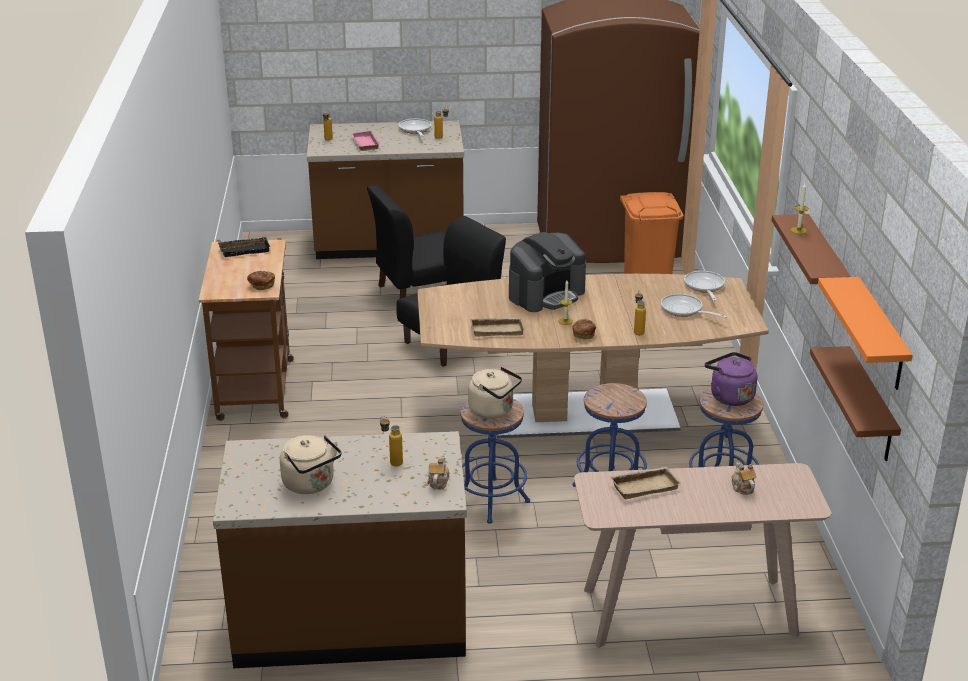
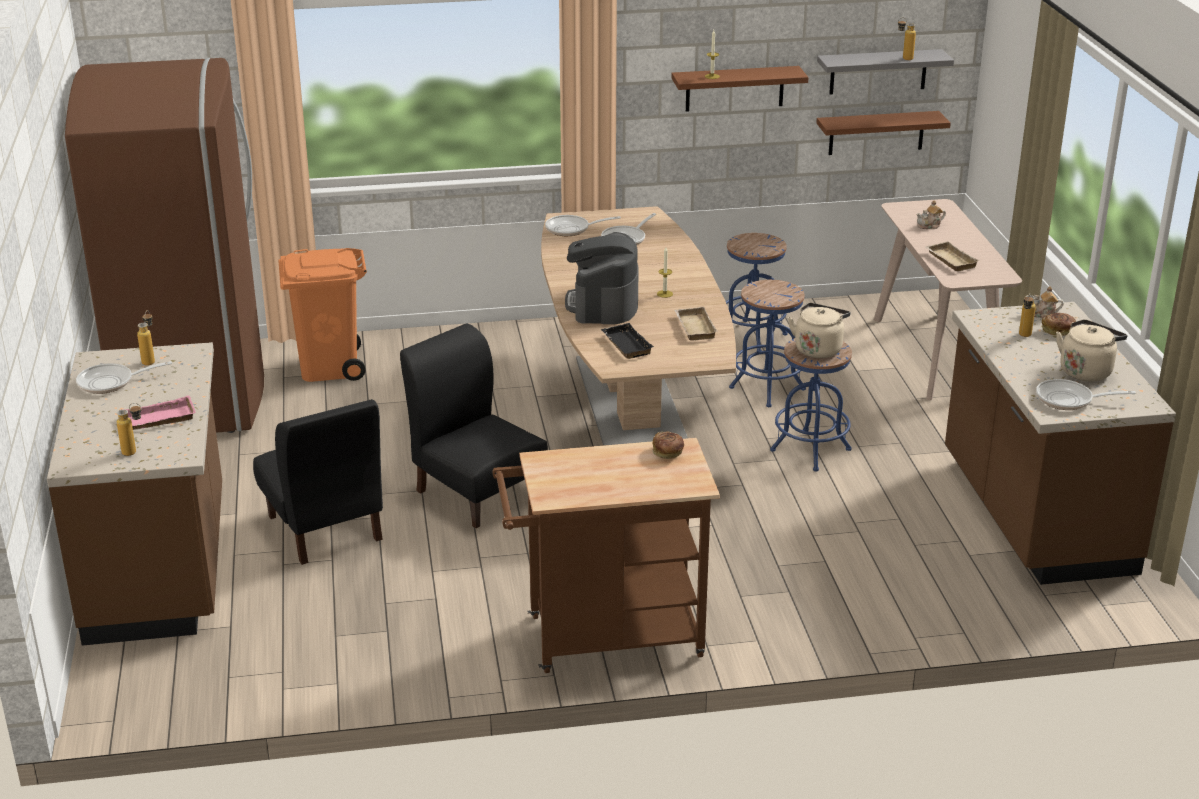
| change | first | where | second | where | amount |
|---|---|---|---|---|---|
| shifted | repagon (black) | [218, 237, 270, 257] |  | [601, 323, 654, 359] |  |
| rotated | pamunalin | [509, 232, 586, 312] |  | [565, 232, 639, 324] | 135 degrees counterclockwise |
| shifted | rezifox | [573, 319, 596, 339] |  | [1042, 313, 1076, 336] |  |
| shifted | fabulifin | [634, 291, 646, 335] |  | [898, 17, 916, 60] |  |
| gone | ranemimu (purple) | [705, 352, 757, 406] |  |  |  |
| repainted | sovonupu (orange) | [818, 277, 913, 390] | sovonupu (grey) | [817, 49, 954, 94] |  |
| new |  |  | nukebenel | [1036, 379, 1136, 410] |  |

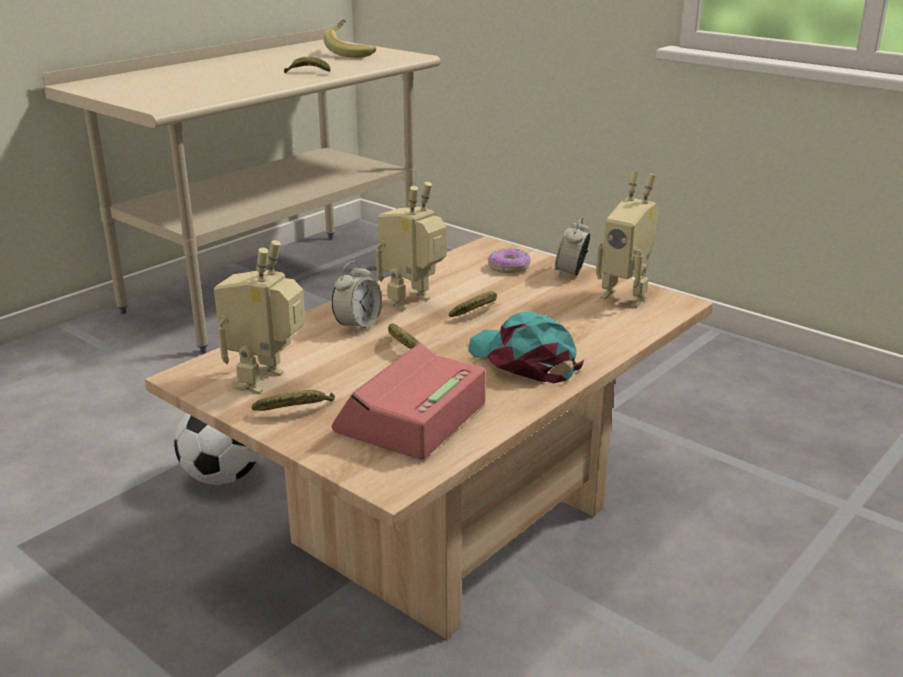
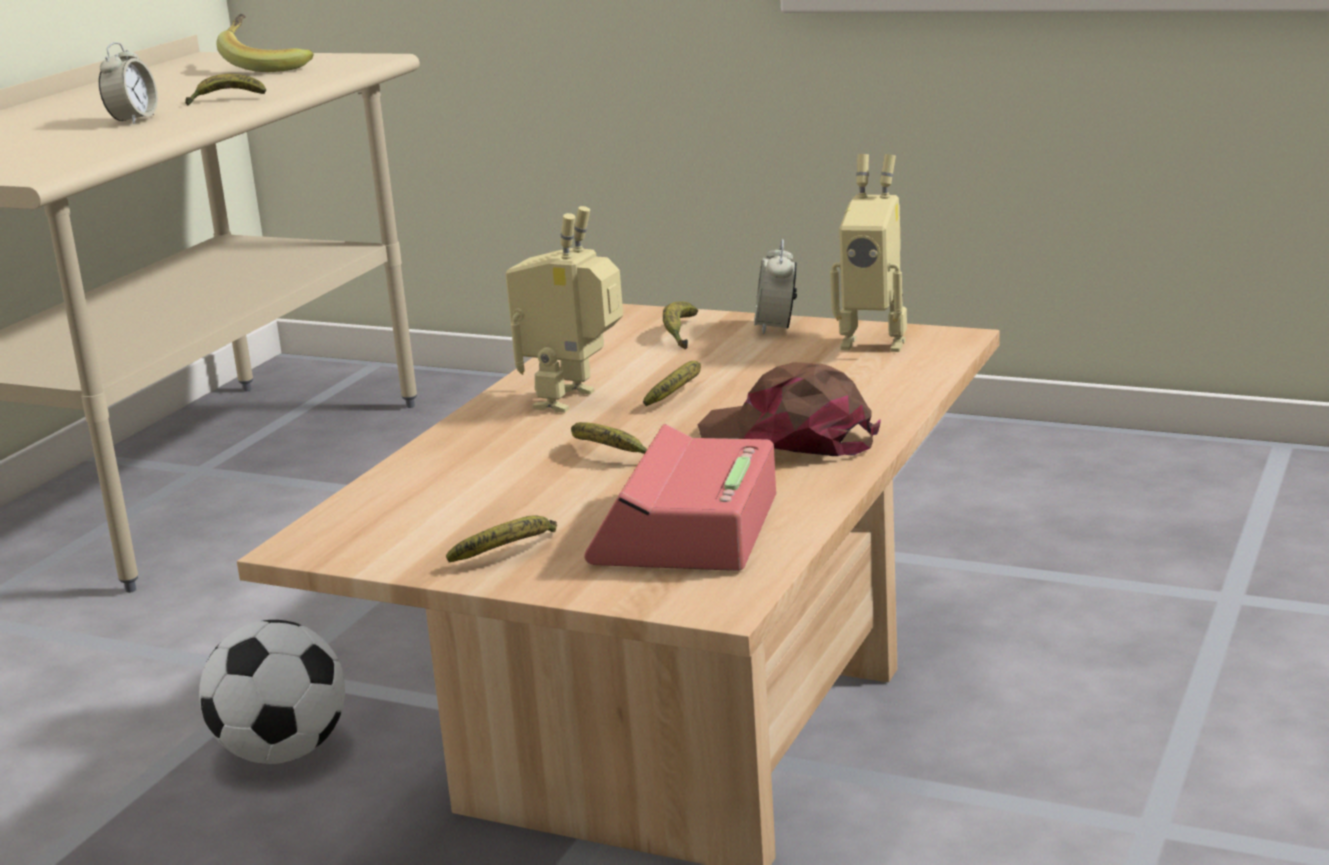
| change | first | where | second | where | amount |
|---|---|---|---|---|---|
| gone | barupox | [214, 240, 306, 394] |  |  |  |
| shifted | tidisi | [332, 261, 382, 334] |  | [99, 42, 158, 124] |  |
| repainted | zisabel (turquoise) | [468, 312, 584, 383] | zisabel (brown) | [698, 362, 880, 456] |  |
| swapped | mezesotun | [488, 249, 531, 273] | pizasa | [663, 301, 698, 350] |  |

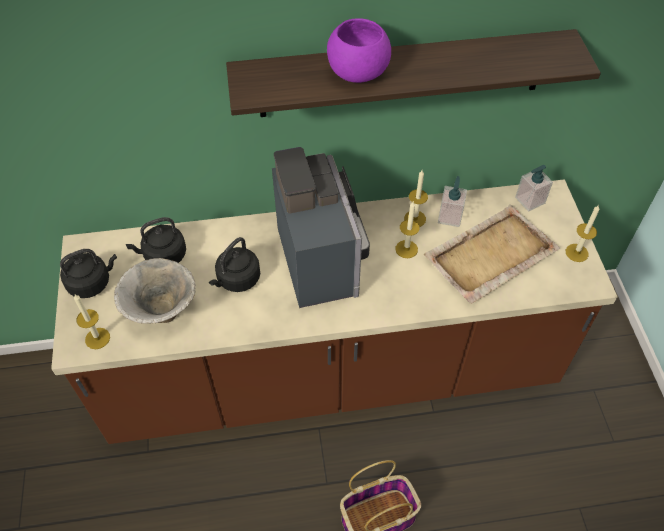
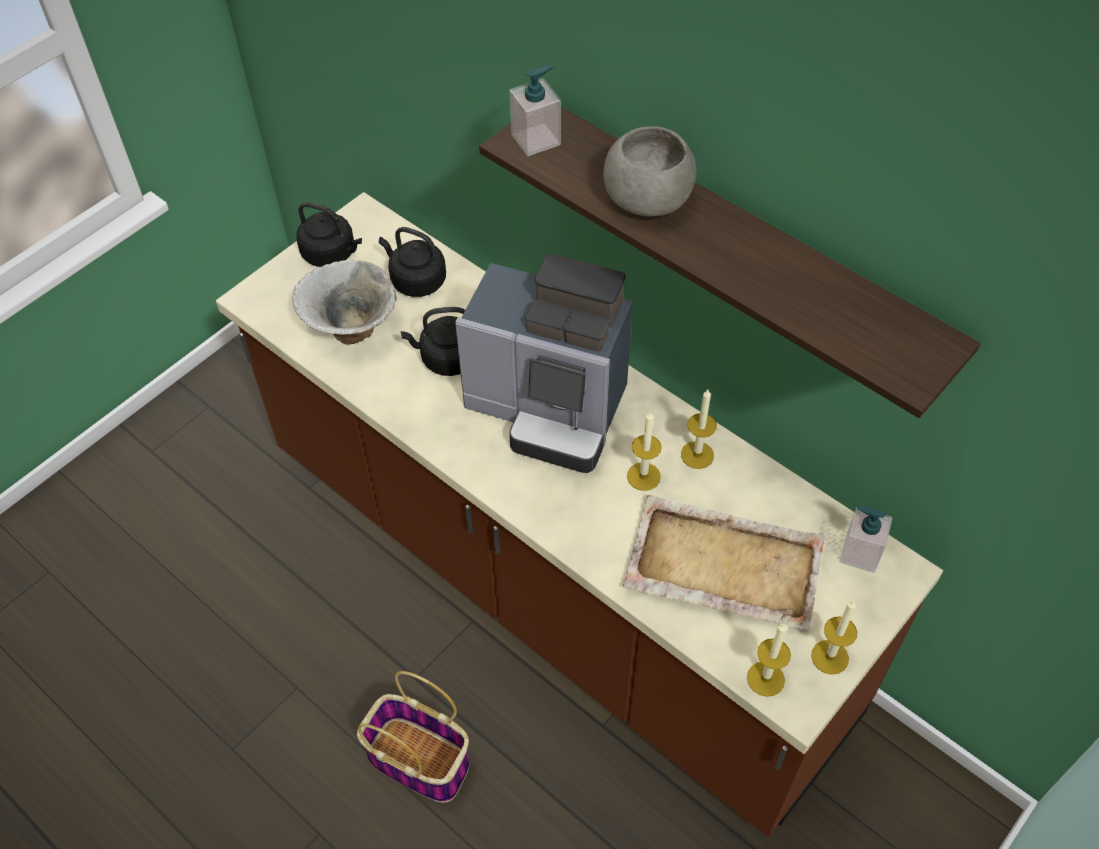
| change | first | where | second | where | amount |
|---|---|---|---|---|---|
| shifted | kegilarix | [74, 294, 110, 349] |  | [747, 623, 791, 697] |  |
| rotated | pamunalin | [272, 147, 370, 308] |  | [455, 254, 633, 473] | 75 degrees clockwise |
| repainted | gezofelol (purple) | [327, 18, 391, 83] | gezofelol (grey) | [604, 126, 697, 217] |  |
| shifted | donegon | [438, 176, 467, 227] |  | [509, 65, 561, 156] |  |

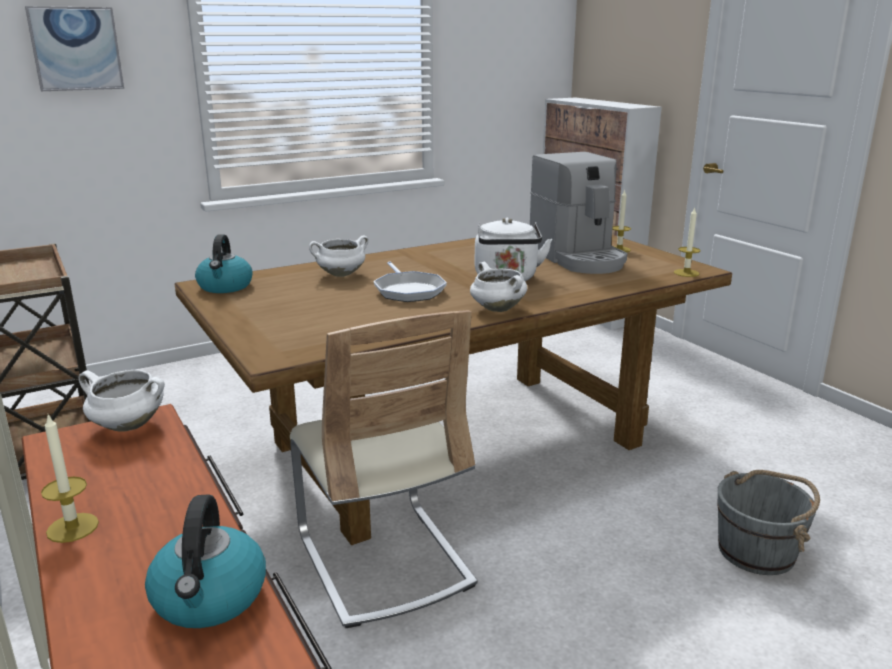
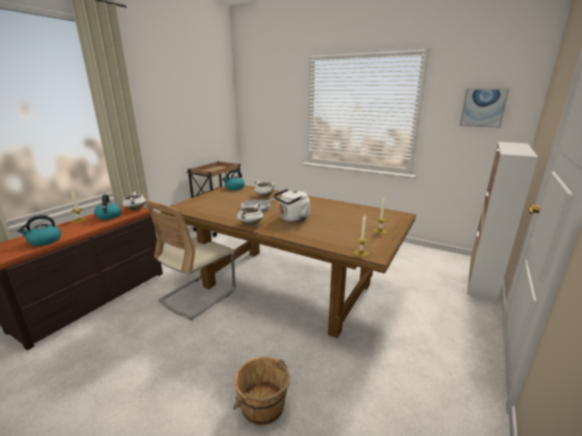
| change | first | where | second | where | amount |
|---|---|---|---|---|---|
| shifted | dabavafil | [25, 6, 124, 91] |  | [460, 88, 509, 128] |  |
| gone | pamunalin | [530, 152, 627, 274] |  |  |  |
| repainted | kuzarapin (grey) | [717, 470, 820, 575] | kuzarapin (brown) | [233, 357, 290, 425] |  |
| new |  |  | ranemimu | [94, 194, 121, 220] |  |

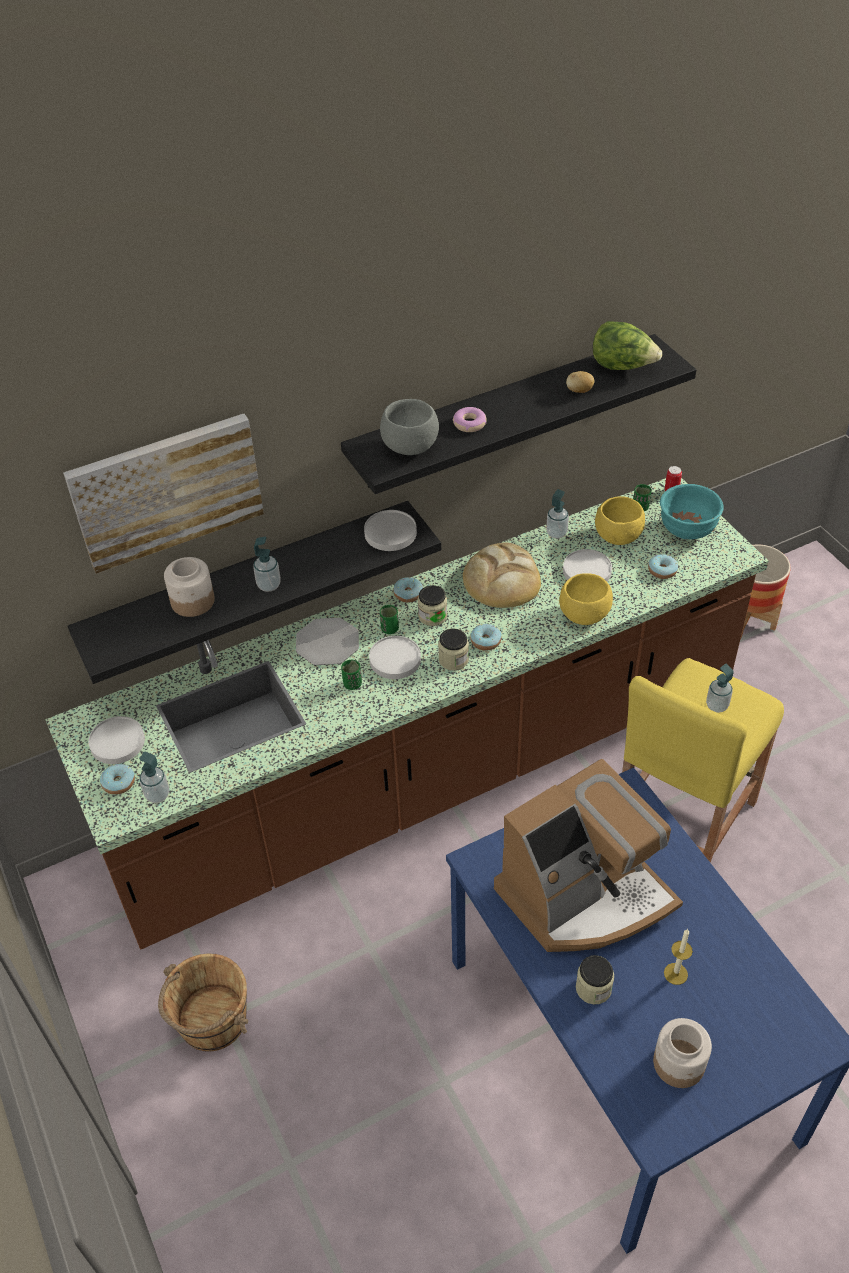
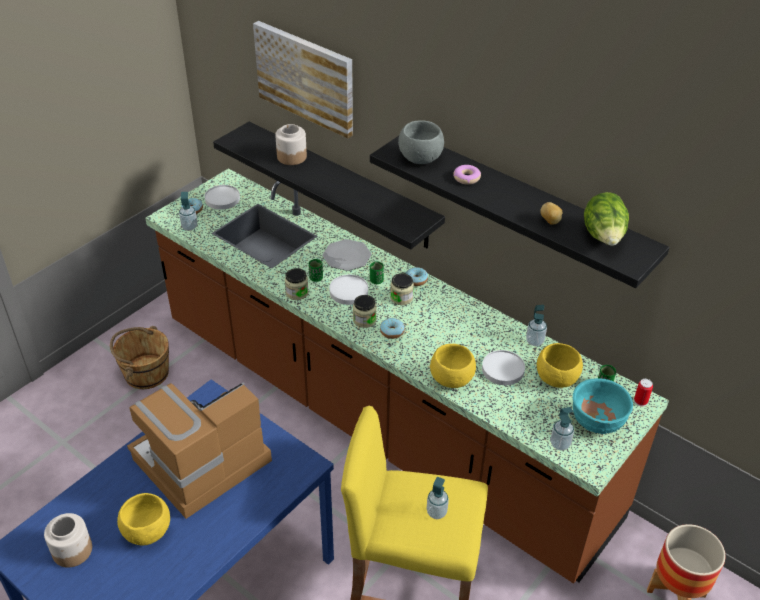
| change | first | where | second | where | amount |
|---|---|---|---|---|---|
| shifted | donegon | [253, 537, 281, 592] |  | [550, 407, 574, 451] |  |
| gone | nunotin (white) | [364, 510, 417, 551] |  |  |  |
| gone | rezifox | [463, 542, 541, 608] |  |  |  |
| rotated | pamunalin | [494, 759, 683, 952] |  | [127, 382, 272, 519] | 105 degrees clockwise |
| shifted | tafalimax | [576, 955, 614, 1005] |  | [285, 268, 309, 300] |  |
| gone | mezesotun | [648, 554, 678, 579] |  |  |  |
| swapped | kegilarix | [664, 929, 693, 985] | gezofelol (yellow) | [117, 493, 170, 545] |  |

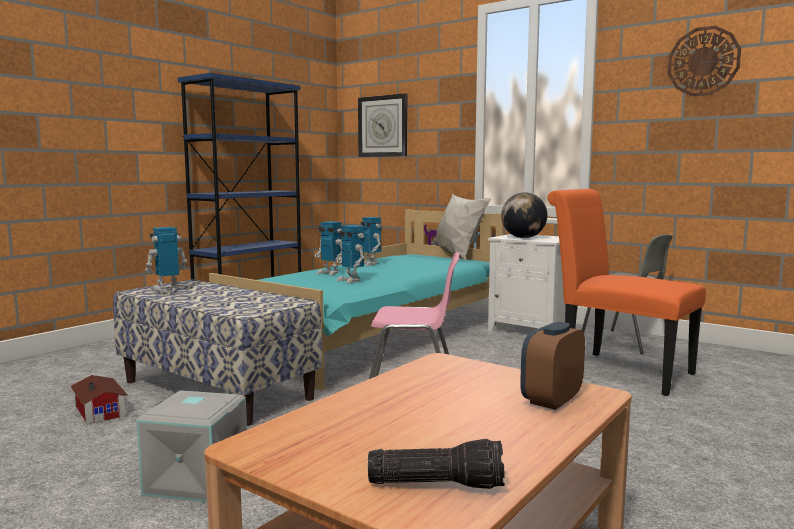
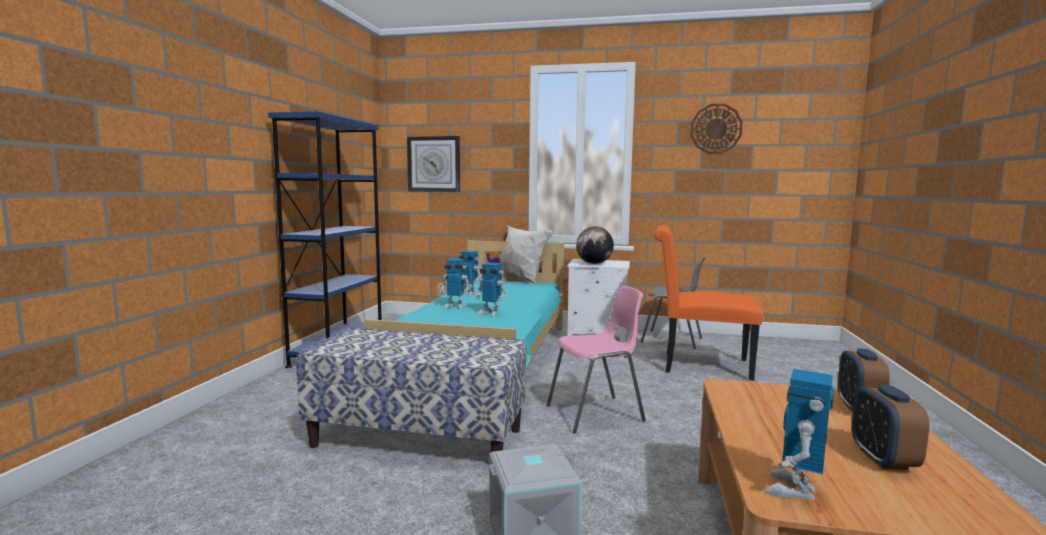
| change | first | where | second | where | amount |
|---|---|---|---|---|---|
| gone | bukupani | [71, 375, 128, 424] |  |  |  |
| shifted | barupox | [145, 227, 187, 293] |  | [764, 369, 834, 500] |  |
| gone | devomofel | [368, 439, 505, 489] |  |  |  |
| new |  |  | tidisi | [852, 385, 929, 470] |  |

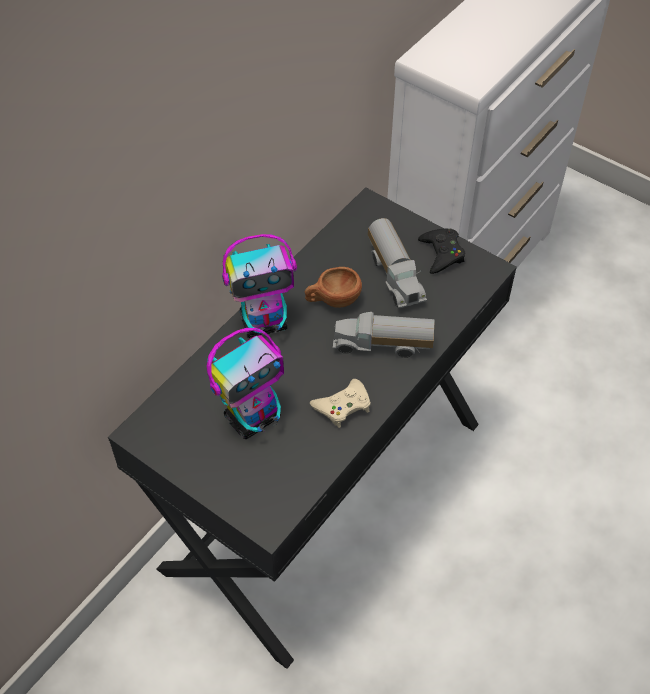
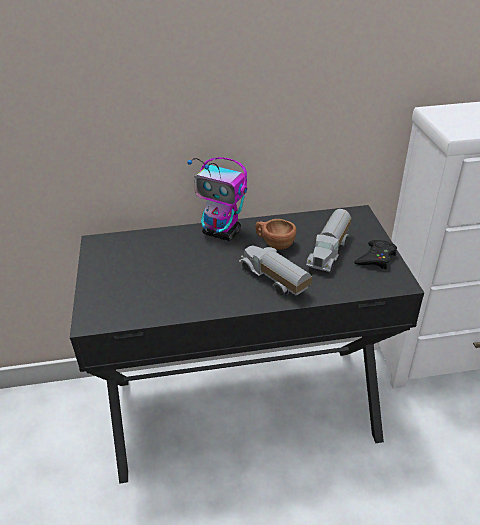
| change | first | where | second | where | amount |
|---|---|---|---|---|---|
| gone | barupox | [207, 328, 284, 439] |  |  |  |
| gone | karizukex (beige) | [310, 379, 371, 428] |  |  |  |

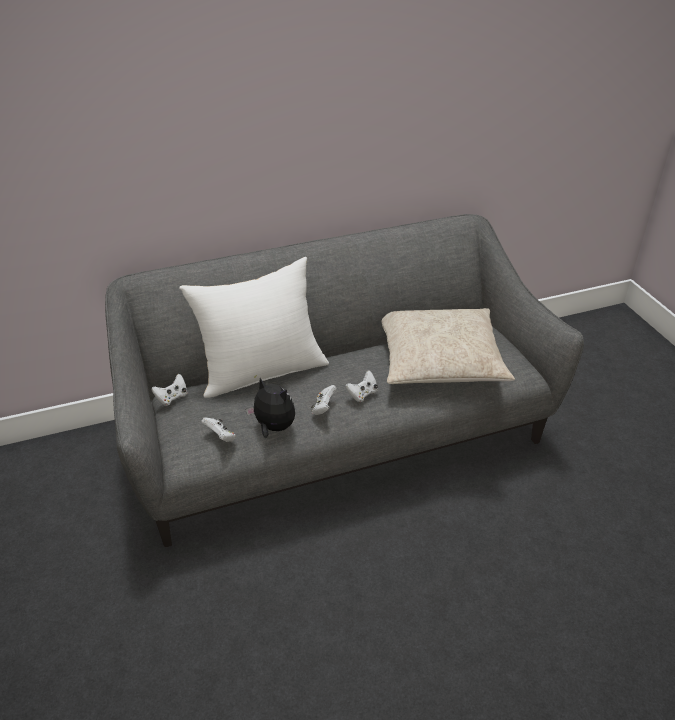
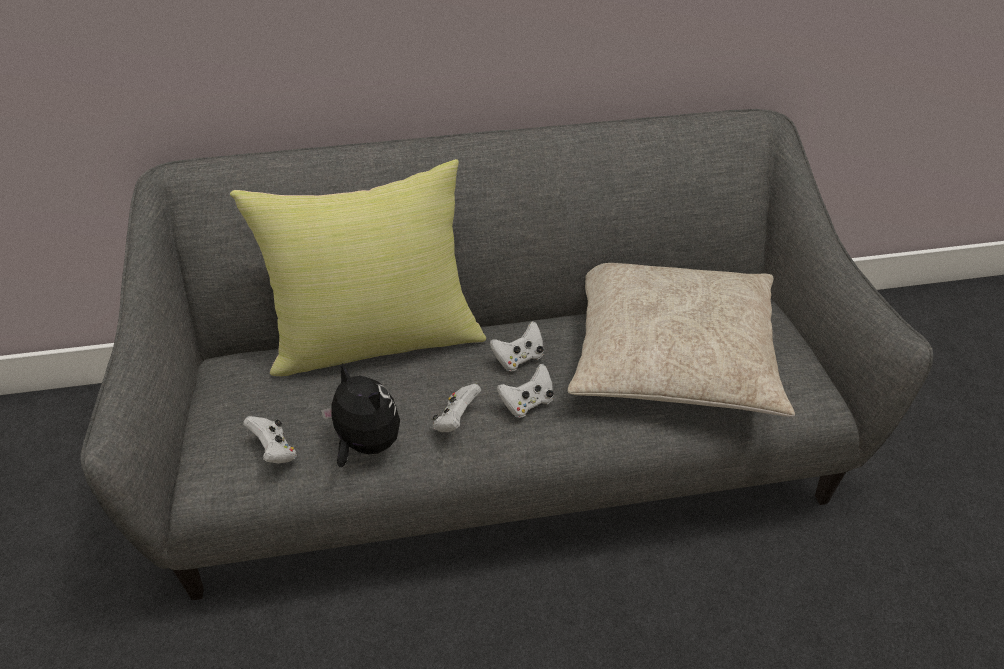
| change | first | where | second | where | amount |
|---|---|---|---|---|---|
| shifted | karizukex (white) | [152, 374, 187, 406] |  | [490, 321, 544, 371] |  |
| repainted | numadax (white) | [179, 257, 329, 398] | numadax (yellow) | [230, 159, 486, 376] |  |

